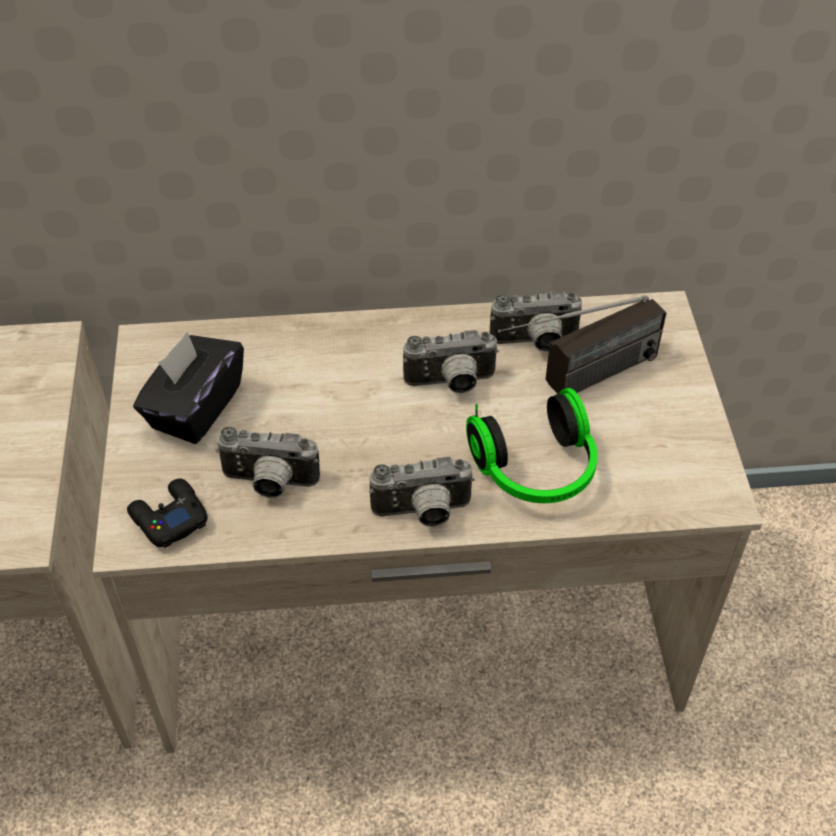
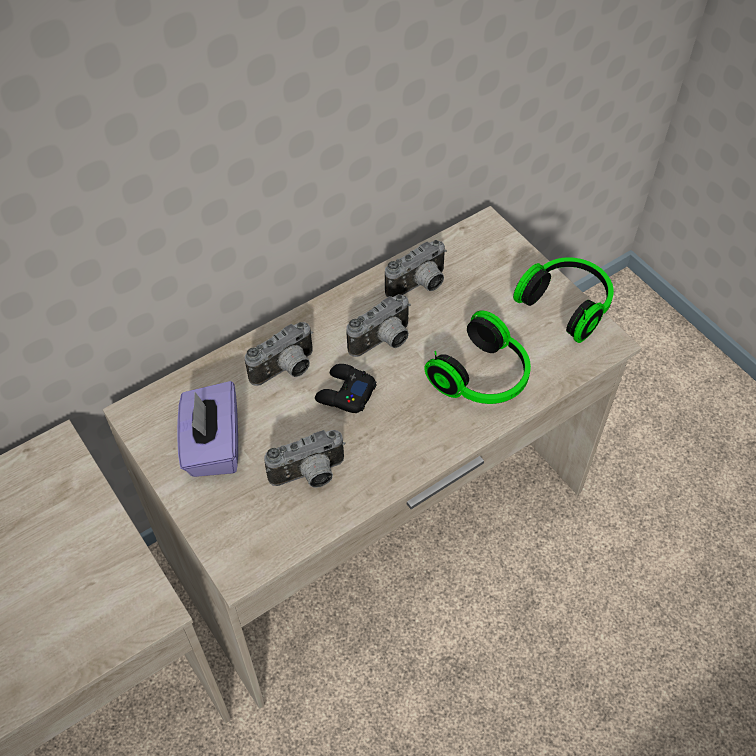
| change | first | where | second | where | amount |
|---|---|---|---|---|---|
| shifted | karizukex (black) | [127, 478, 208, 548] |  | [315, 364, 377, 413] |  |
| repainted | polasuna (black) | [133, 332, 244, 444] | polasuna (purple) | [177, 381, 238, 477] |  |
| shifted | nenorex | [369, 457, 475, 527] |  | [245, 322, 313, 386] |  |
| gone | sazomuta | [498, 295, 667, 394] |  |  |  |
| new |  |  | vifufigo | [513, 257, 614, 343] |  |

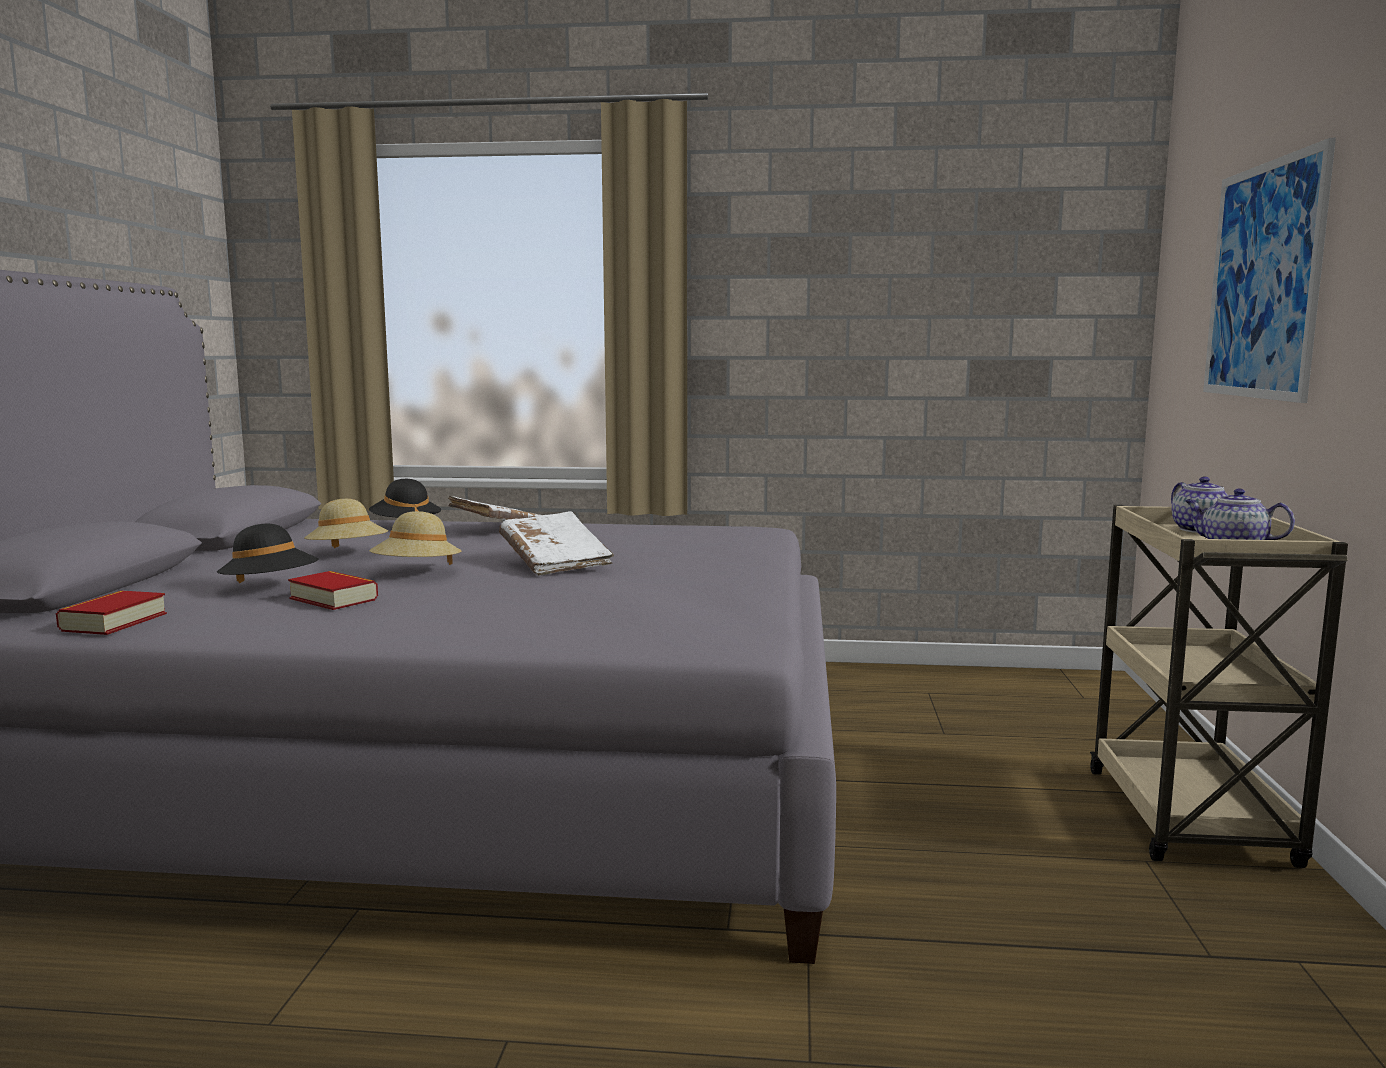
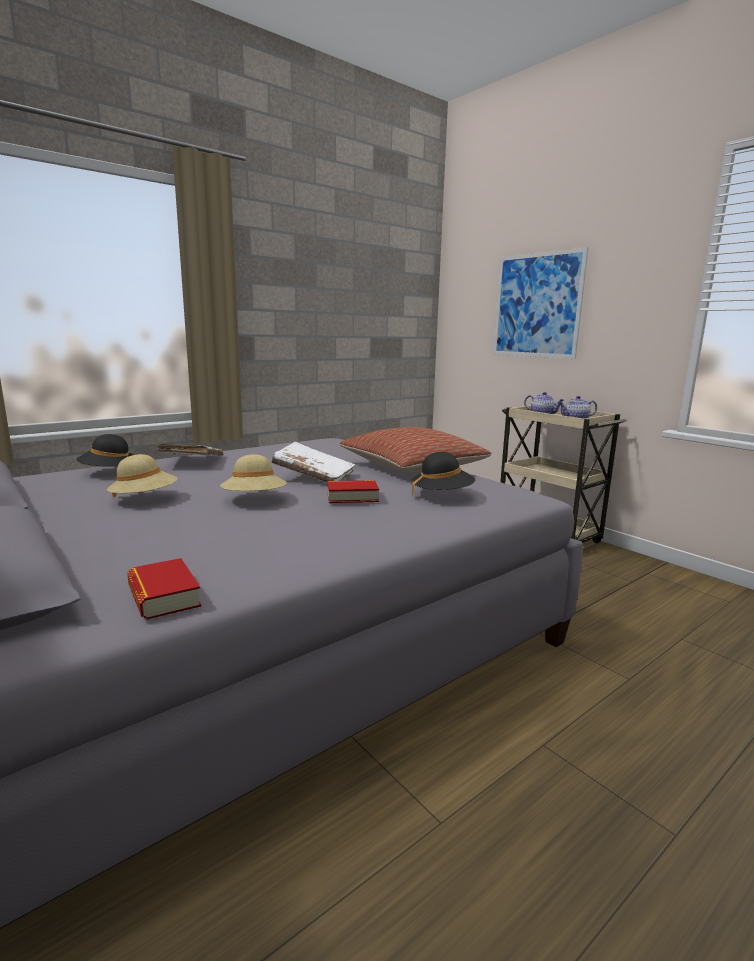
| change | first | where | second | where | amount |
|---|---|---|---|---|---|
| shifted | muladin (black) | [217, 524, 318, 583] |  | [412, 452, 475, 497] |  |
| shifted | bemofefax | [288, 571, 378, 610] |  | [327, 480, 379, 503] |  |
| new |  |  | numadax | [340, 427, 492, 472] |  |

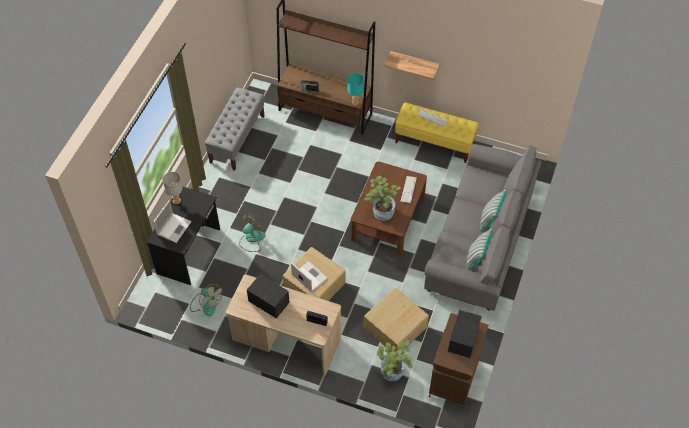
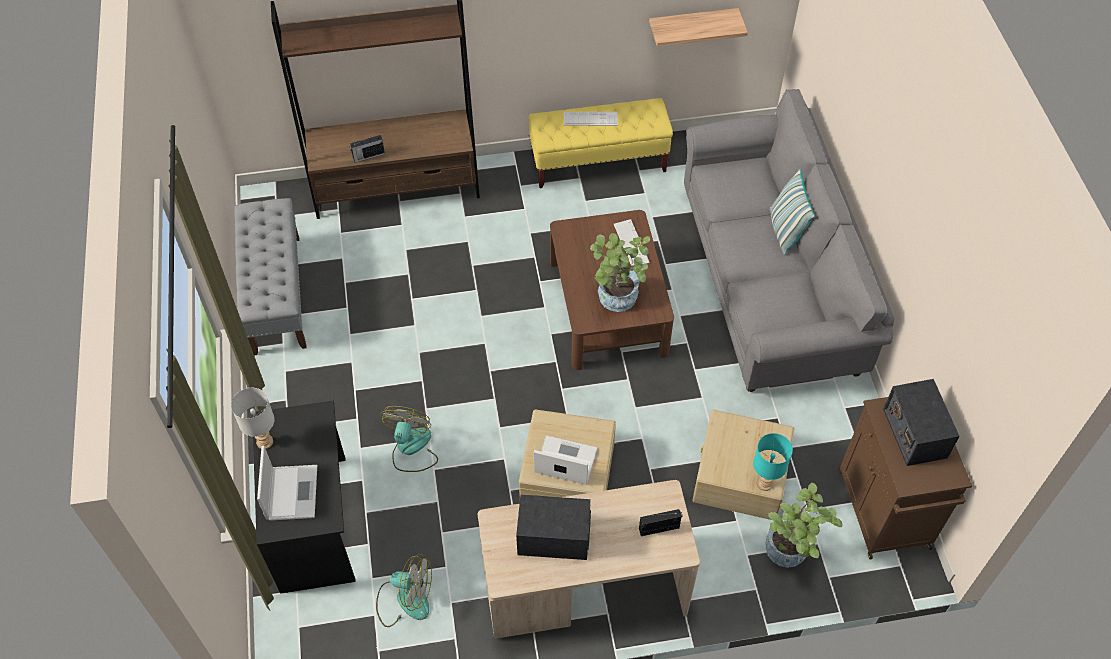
| change | first | where | second | where | amount |
|---|---|---|---|---|---|
| shifted | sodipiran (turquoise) | [348, 73, 364, 105] |  | [753, 433, 793, 491] |  |
| shifted | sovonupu | [384, 51, 440, 80] |  | [649, 8, 748, 47] |  |
| gone | numadax | [466, 228, 493, 270] |  |  |  |

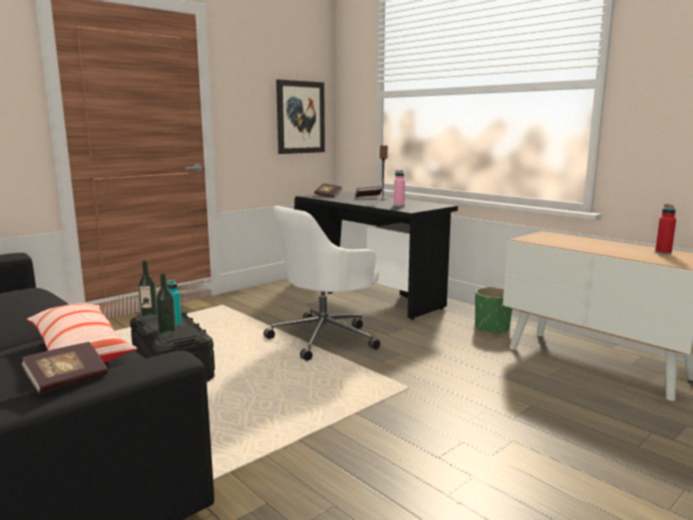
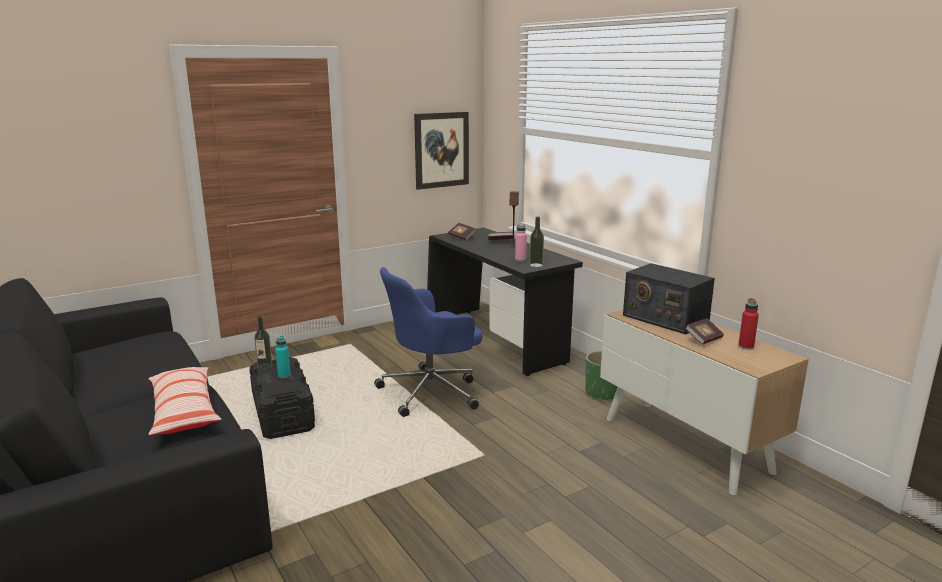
| change | first | where | second | where | amount |
|---|---|---|---|---|---|
| shifted | bemofefax | [20, 342, 108, 394] |  | [685, 319, 724, 345] |  |
| shifted | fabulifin | [155, 273, 176, 337] |  | [530, 217, 544, 267] |  |
| repainted | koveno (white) | [264, 206, 380, 361] | koveno (blue) | [374, 267, 482, 417] |  |
| new |  |  | sazomuta | [623, 263, 715, 335] |  |

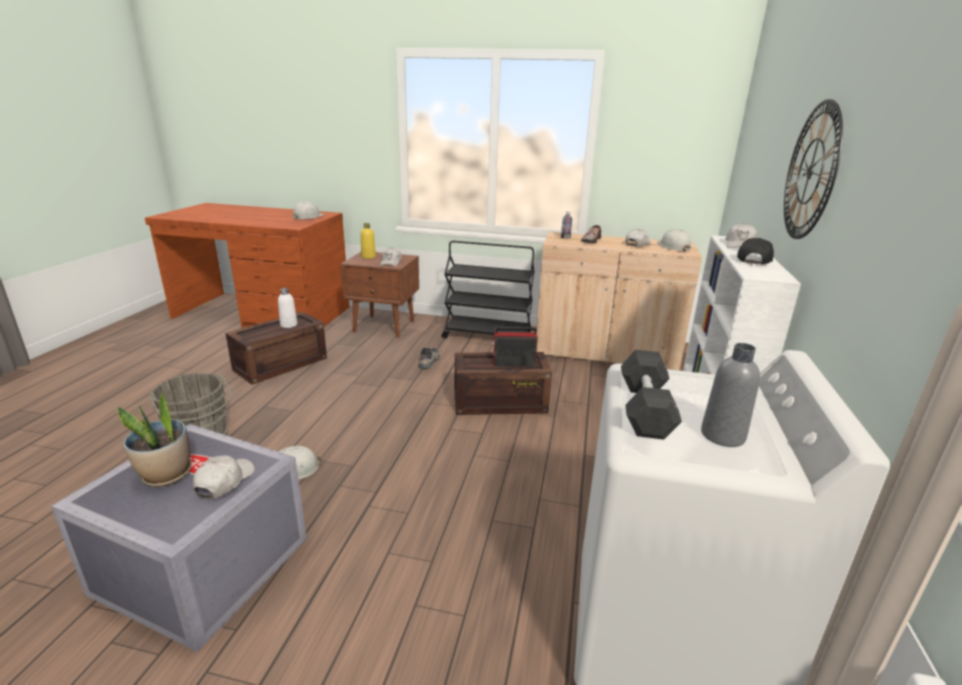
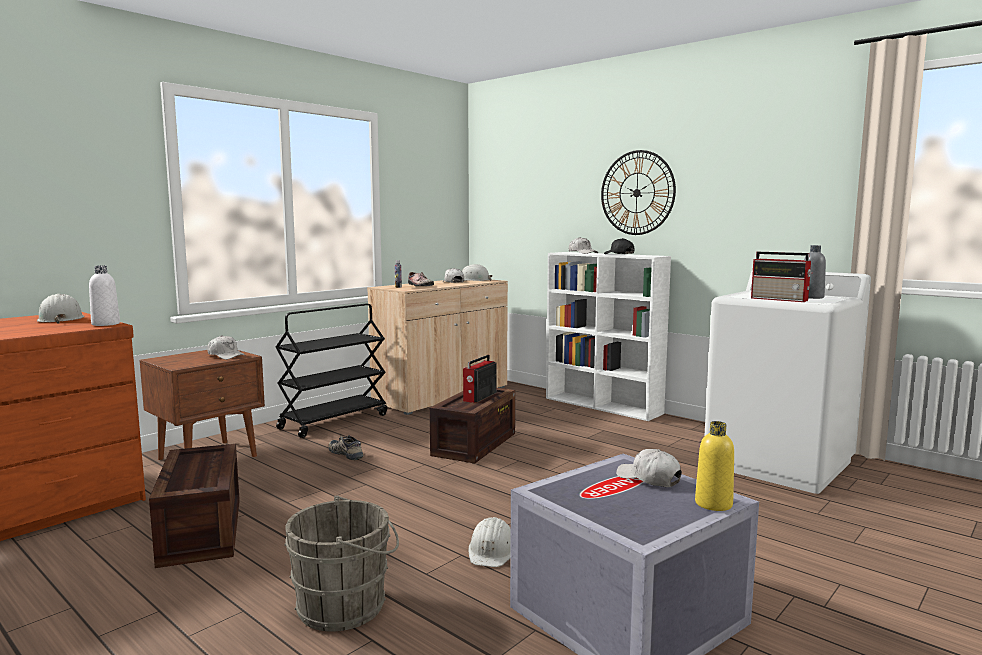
| change | first | where | second | where | amount |
|---|---|---|---|---|---|
| gone | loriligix | [117, 392, 191, 487] |  |  |  |
| shifted | fabulifin (white) | [278, 288, 298, 328] |  | [89, 265, 120, 326] |  |
| shifted | fabulifin (yellow) | [361, 223, 376, 259] |  | [695, 421, 734, 511] |  |
| swapped | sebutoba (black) | [621, 350, 682, 439] | sazomuta | [751, 252, 812, 302] |  |

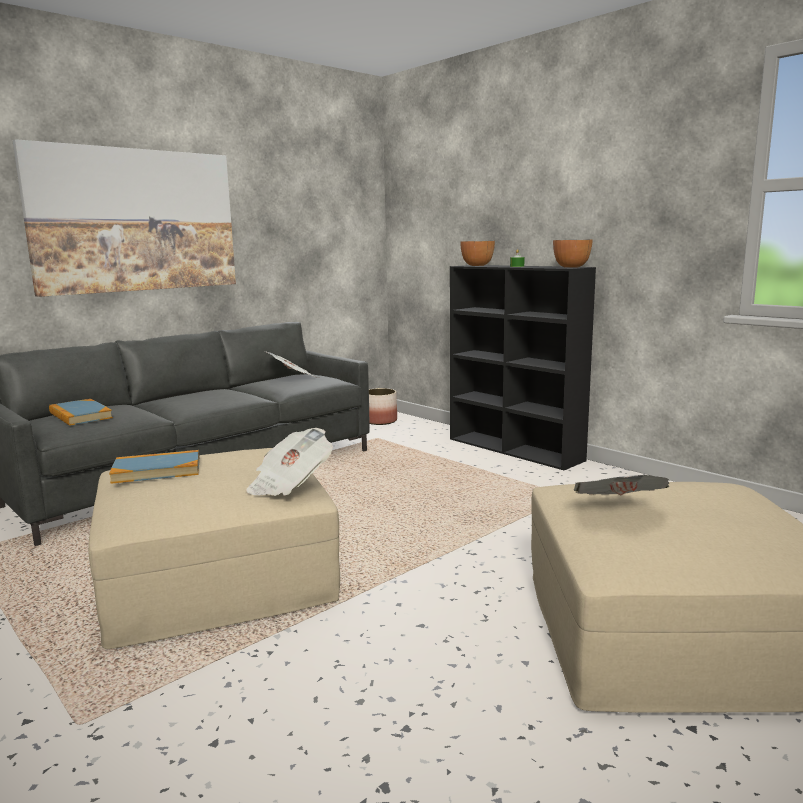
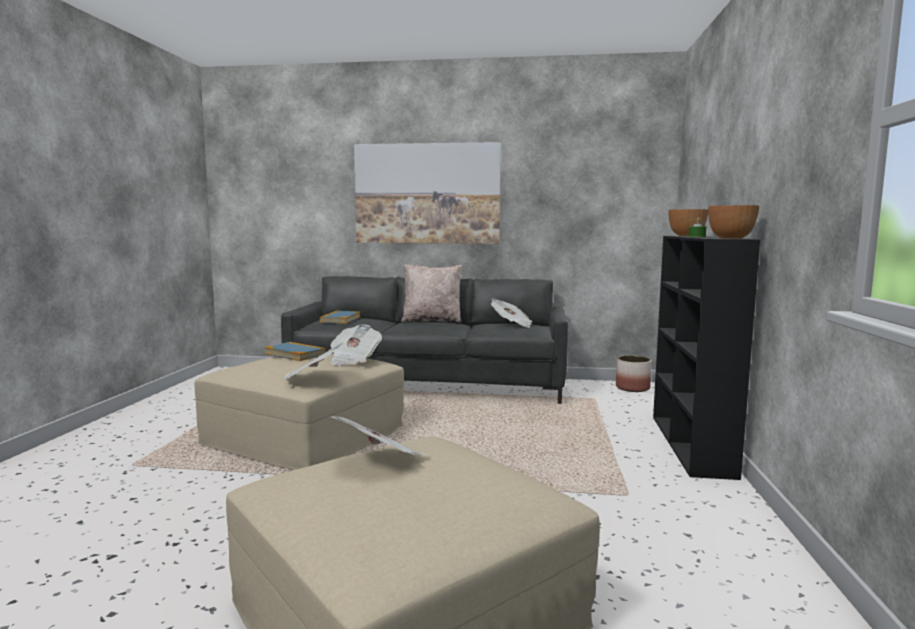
| change | first | where | second | where | amount |
|---|---|---|---|---|---|
| new |  |  | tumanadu | [330, 324, 382, 366] |  |
| new |  |  | numadax (beige) | [401, 264, 462, 323] |  |

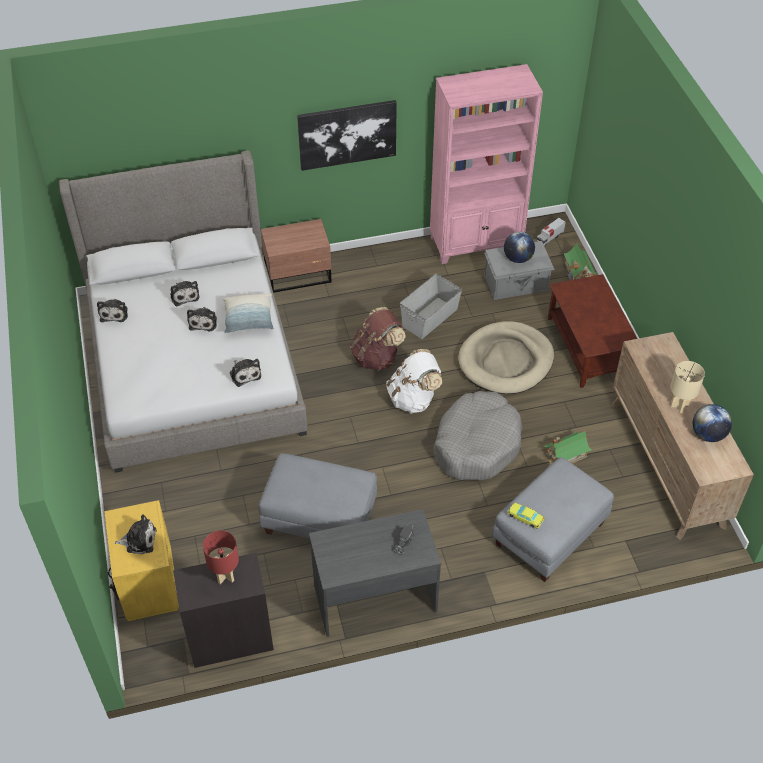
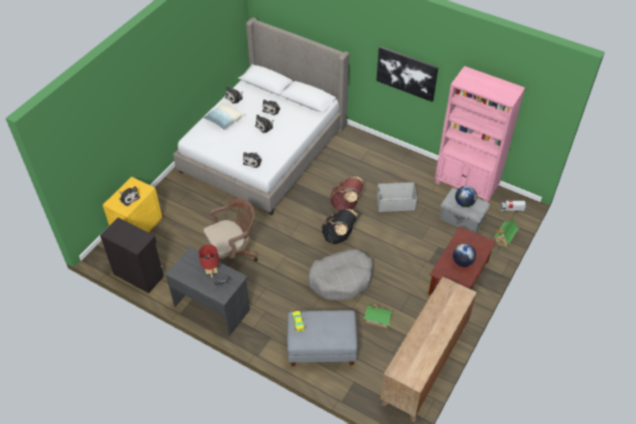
| change | first | where | second | where | amount |
|---|---|---|---|---|---|
| shifted | sodipiran (red) | [203, 531, 239, 584] |  | [199, 244, 219, 277] |  |
| shifted | numadax | [222, 294, 274, 333] |  | [203, 103, 244, 130] |  |
| swapped | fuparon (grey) | [259, 453, 377, 538] | koveno (brown) | [203, 199, 258, 269] |  |
| gone | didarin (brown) | [261, 219, 332, 293] |  |  |  |
| repainted | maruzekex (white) | [386, 349, 442, 413] | maruzekex (black) | [321, 209, 358, 244] |  |
| gone | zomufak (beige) | [458, 321, 554, 394] |  |  |  |
| gone | sodipiran (beige) | [670, 361, 705, 413] |  |  |  |
| shifted | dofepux | [693, 404, 732, 442] |  | [453, 244, 476, 267] |  |

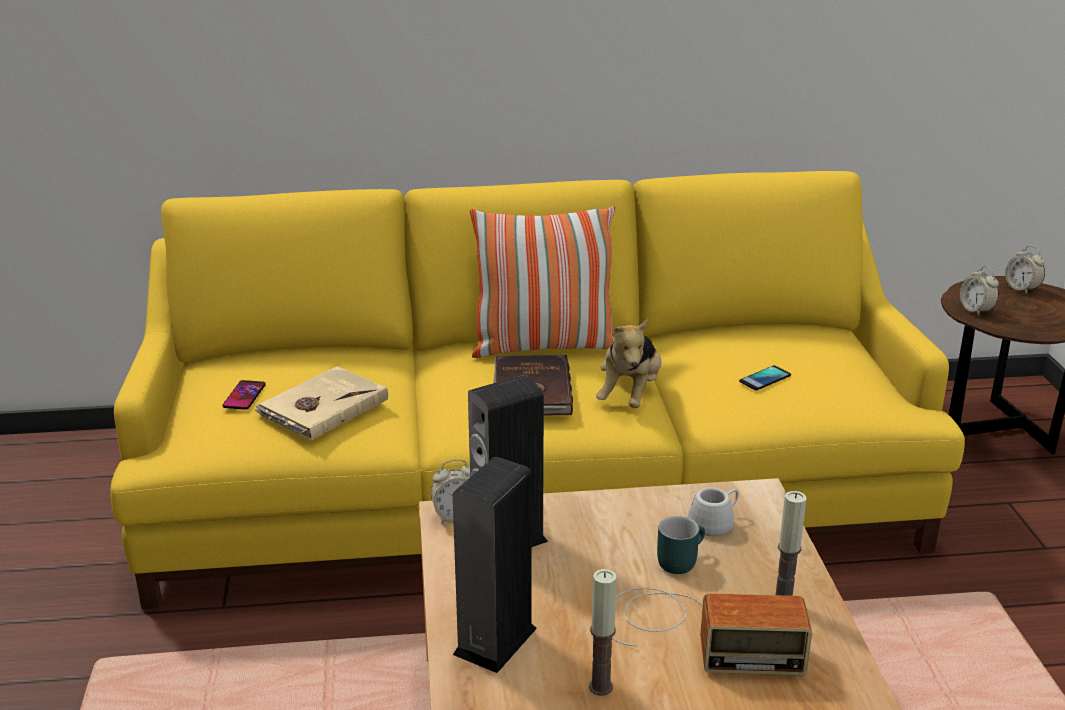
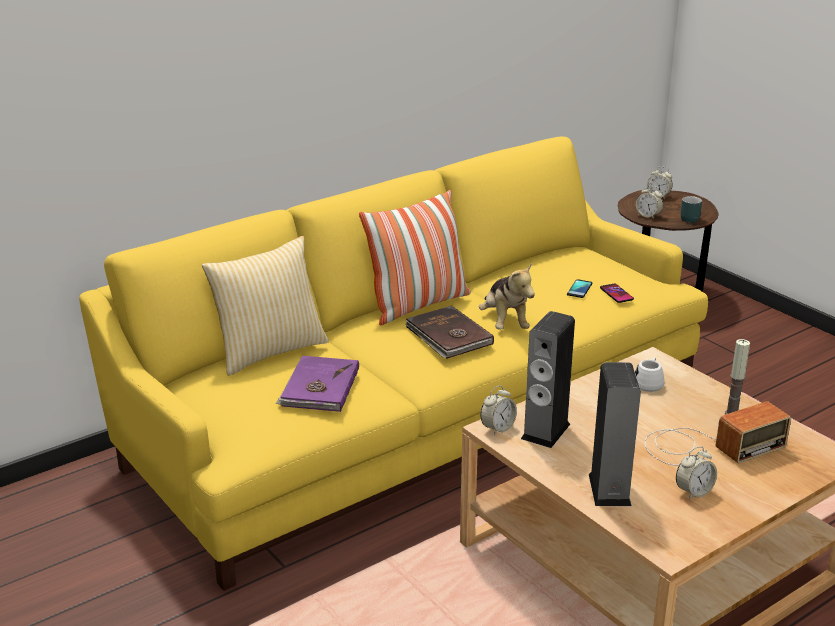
| change | first | where | second | where | amount |
|---|---|---|---|---|---|
| shifted | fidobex | [222, 380, 266, 410] |  | [600, 283, 634, 303] |  |
| repainted | bemofefax (beige) | [255, 366, 388, 441] | bemofefax (purple) | [276, 356, 359, 412] |  |
| swapped | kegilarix | [589, 569, 617, 696] | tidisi | [676, 446, 717, 500] |  |
| shifted | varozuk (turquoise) | [657, 516, 705, 574] |  | [681, 196, 702, 223] |  |
| new |  |  | numadax | [202, 236, 329, 376] |  |

